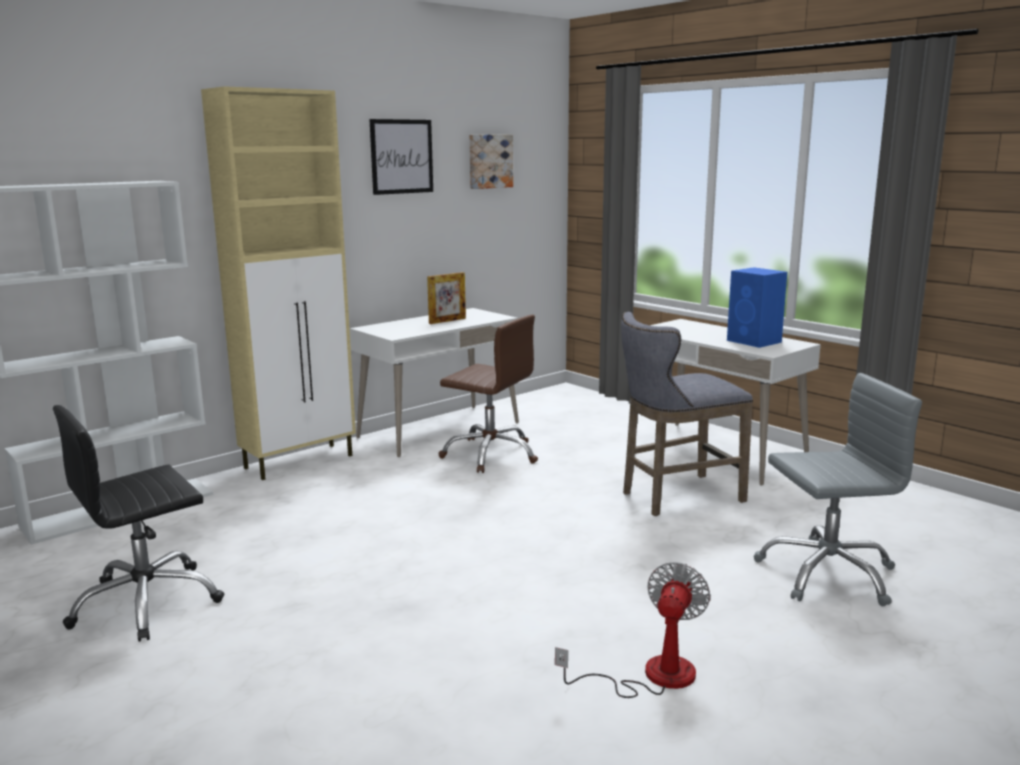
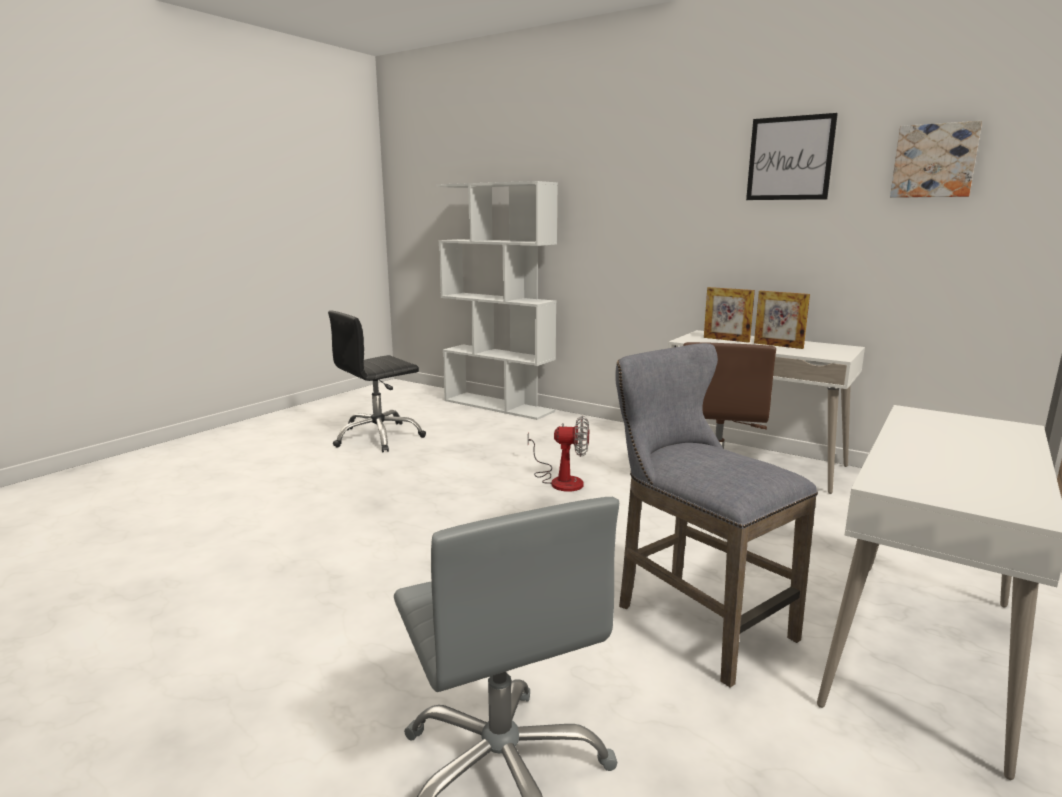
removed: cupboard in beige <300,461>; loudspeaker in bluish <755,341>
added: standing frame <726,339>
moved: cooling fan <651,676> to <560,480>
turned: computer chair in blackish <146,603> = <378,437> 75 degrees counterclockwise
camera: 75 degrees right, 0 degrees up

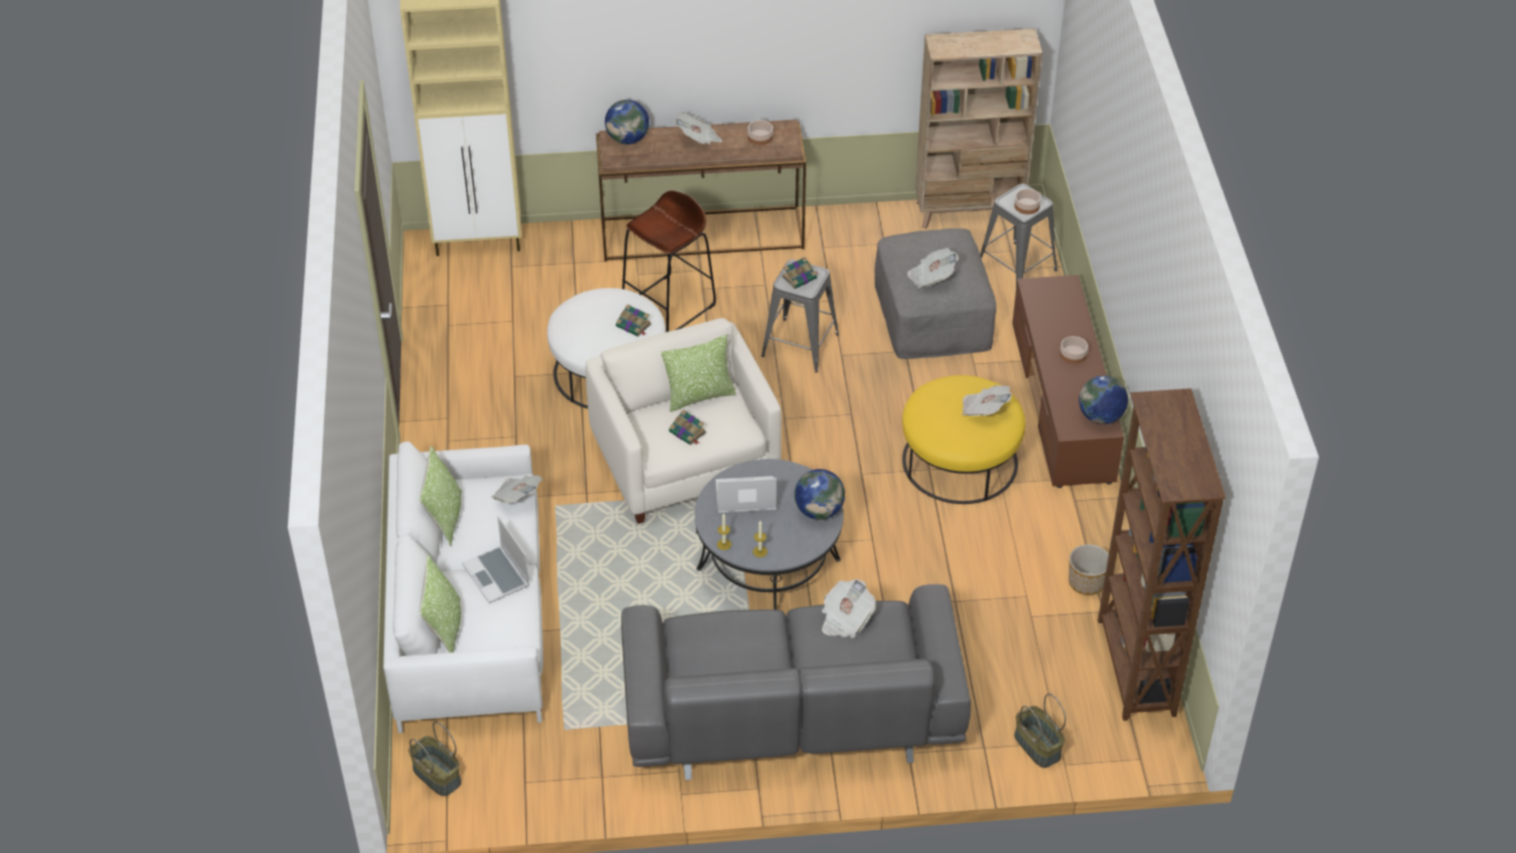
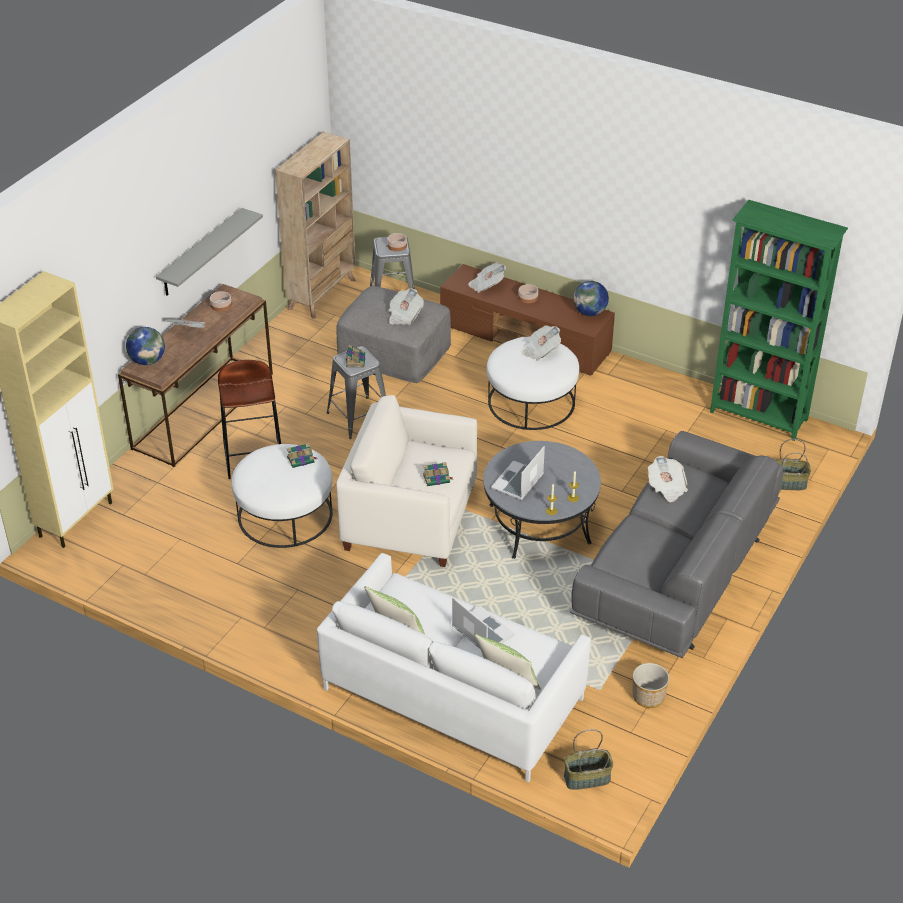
removed: throw pillow <699,396>; world globe <819,511>
added: wall shelf in grey <201,253>
moved: newspaper <517,497> to <486,285>; flower pot <1086,583> to <648,697>
recoloured: ottoman in yellow <960,461> to ottoman in white-coloured <531,401>; bookshelf in brown-coloured <1135,668> to bookshelf in green-coloured <759,417>
turned: notebook computer <497,576> = <481,631> 135 degrees counterclockwise
camera: 55 degrees left, 5 degrees down

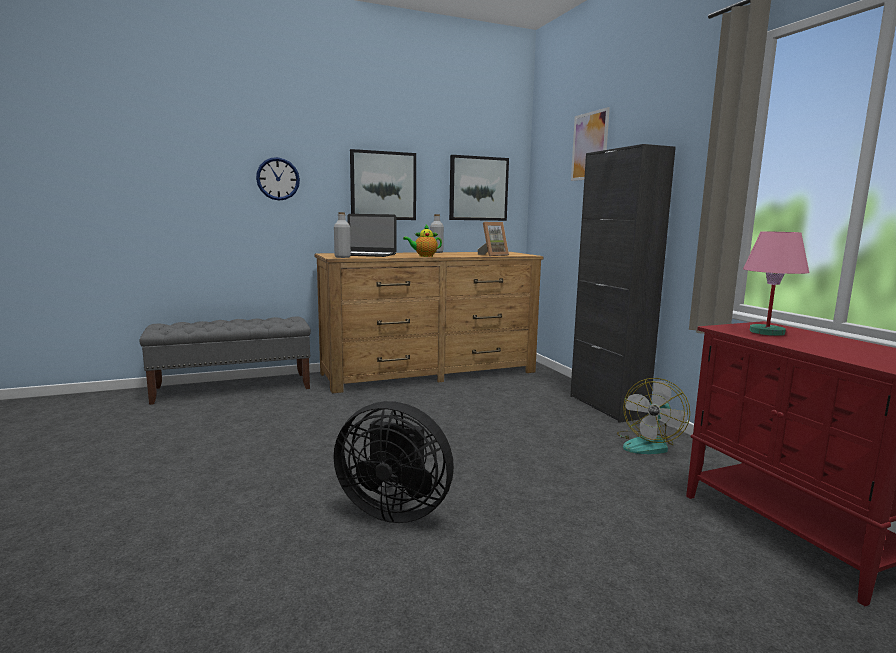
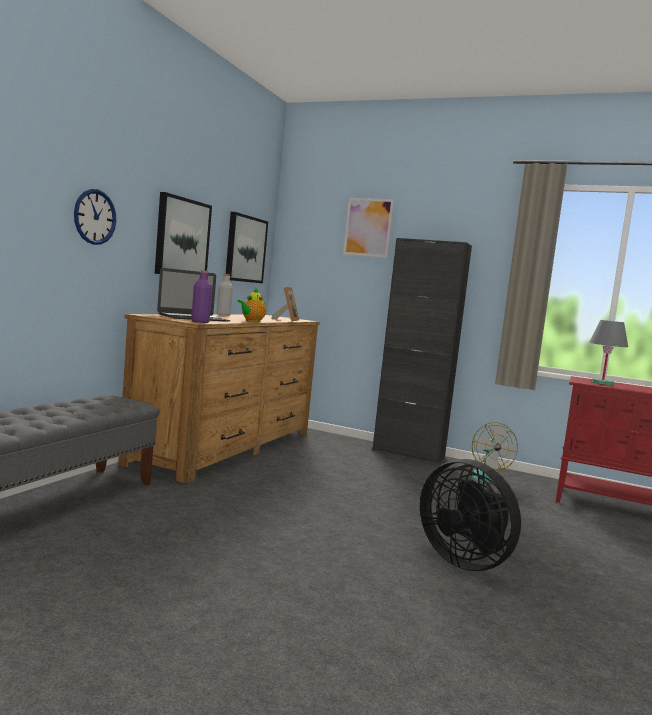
recoloured: bottle in grey <342,257> to bottle in purplish <200,322>; lamp for a table in pink <766,332> to lamp for a table in grey <602,383>
turned: cooling fan in blackish <394,509> = <465,561> 75 degrees clockwise
camera: 45 degrees left, 5 degrees down

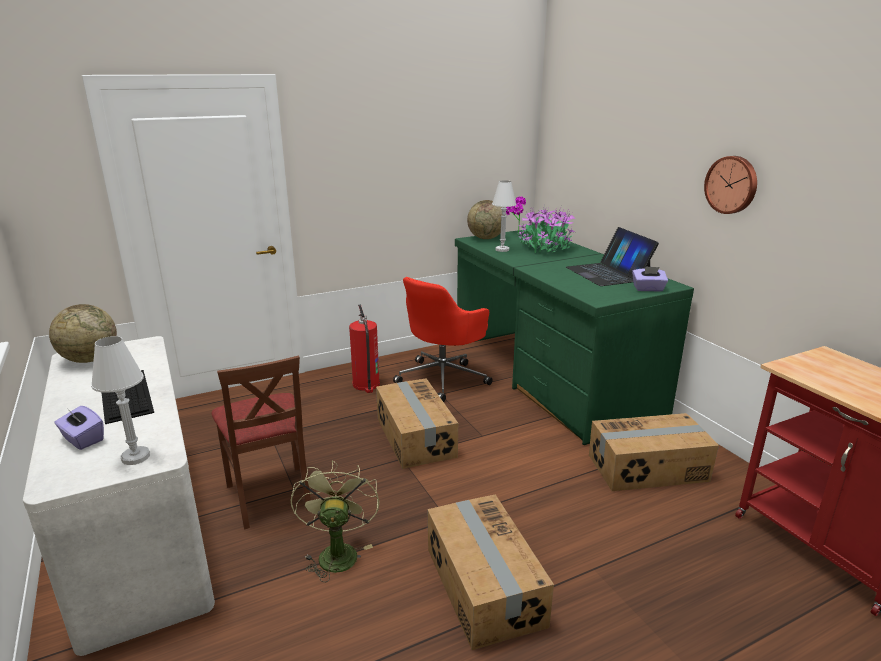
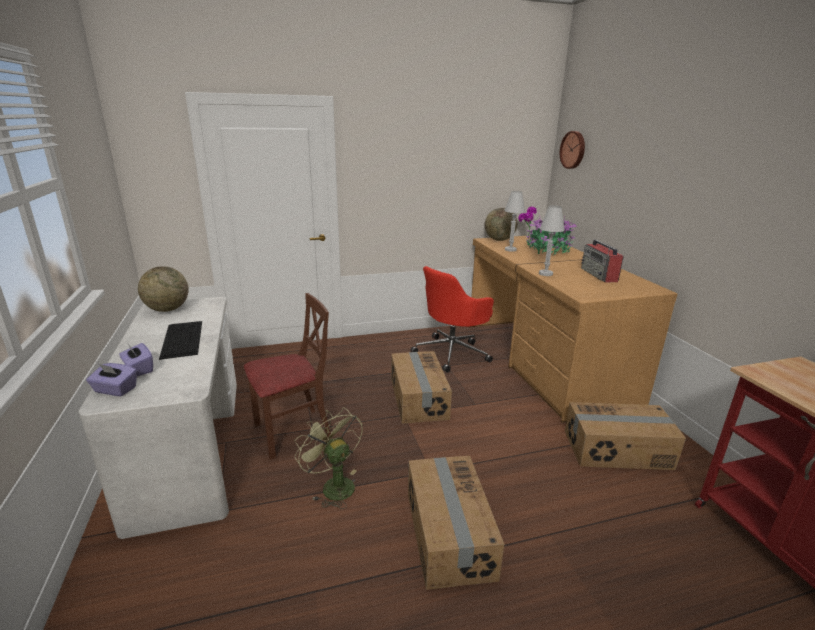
removed: fire extinguisher <366,384>
moved: clock on the wall <732,184> to <573,150>; box of tissues in purplish <648,289> to <115,390>; lamp for a table in white-coloured <135,457> to <545,274>
replaced: notebook computer <608,273> to radio receiver <599,275>
recoloured: desk unit in green-coloured <549,377> to desk unit in brown-coloured <542,361>
turned: upright chair in brown-coloured <270,495> = <292,431> 105 degrees counterclockwise; cooling fan in green-coloured <337,552> = <333,485> 45 degrees counterclockwise
camera: 10 degrees right, 0 degrees up

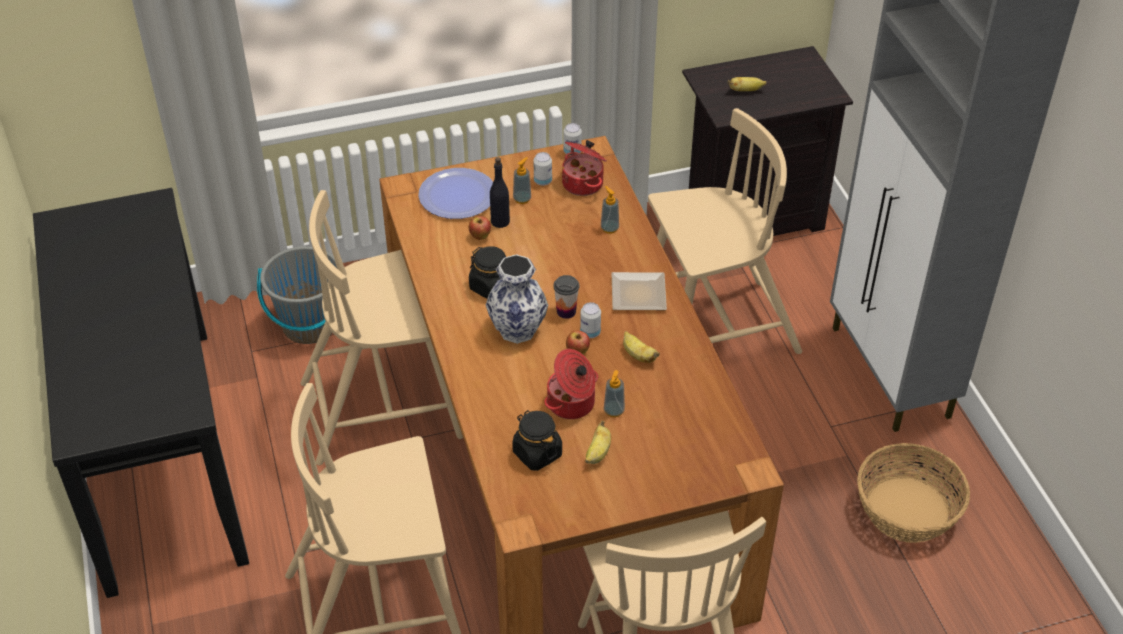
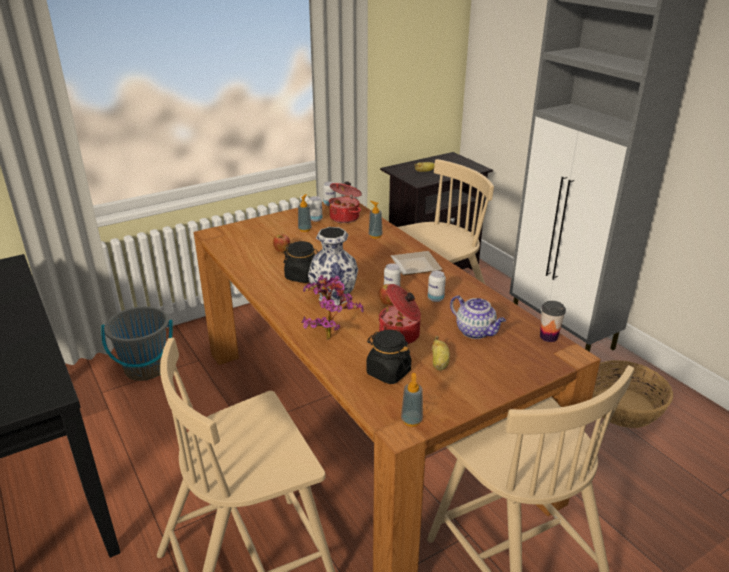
removed: bottle in blackish <500,221>; dinner plate <457,195>; upright chair in beige <384,408>
added: plant in a pot <329,336>; teapot <476,332>
moved: cup <566,311> to <548,337>; liquid soap bottle <614,411> to <411,420>
replaced: whole banana <638,355> to sealed can <435,299>
camera: 15 degrees left, 15 degrees down

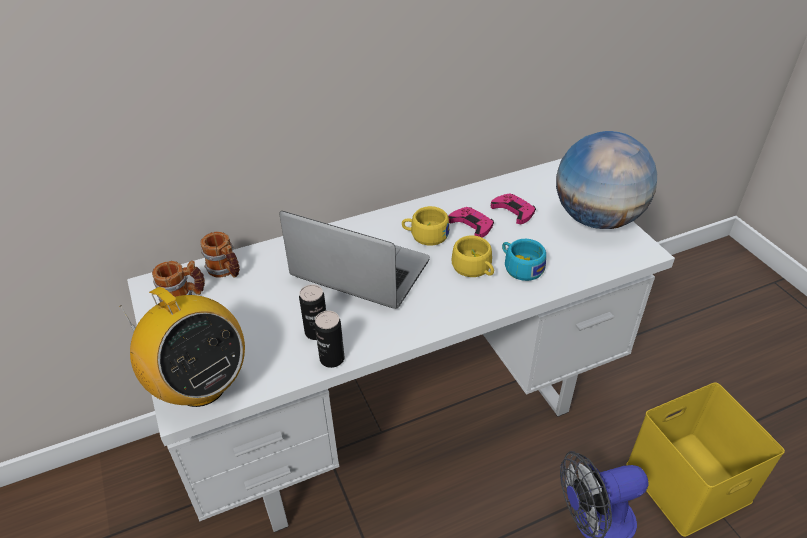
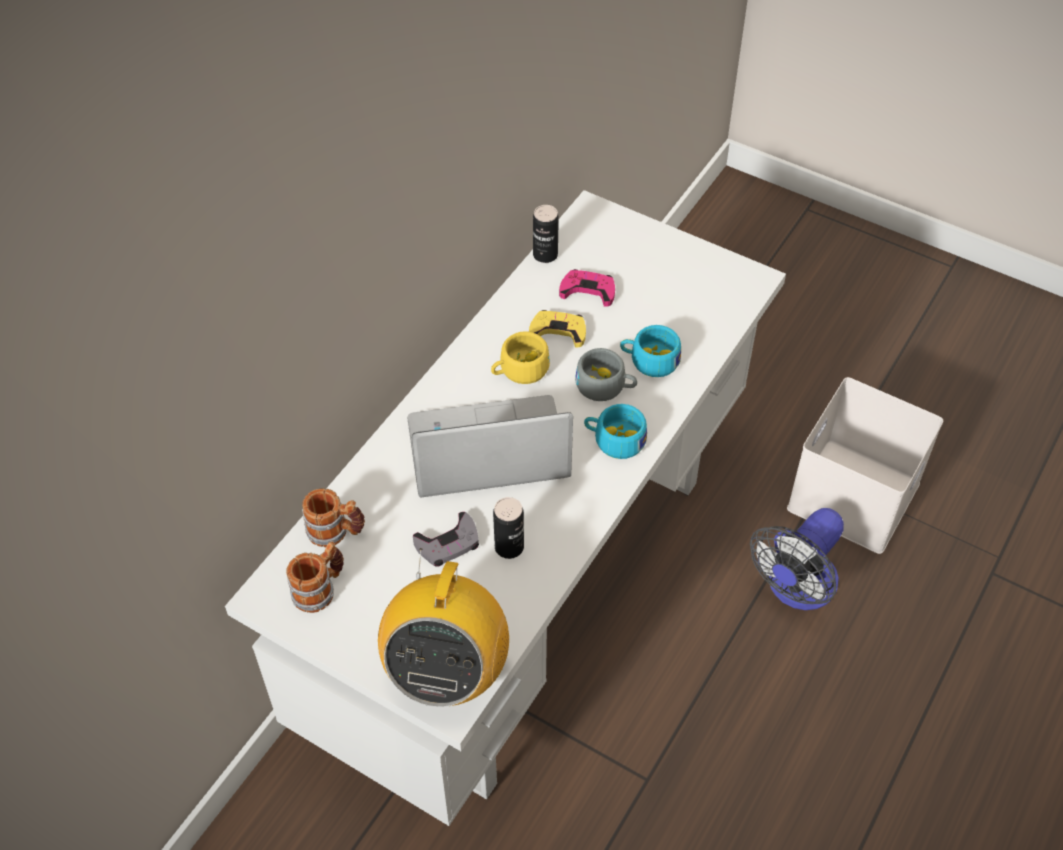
removed: world globe <597,218>
added: cup in turquoise-coloured <614,440>; joypad in grey <448,543>
moved: sealed can <332,359> to <545,255>
recoloured: joypad in pink <471,225> to joypad in yellow <558,331>; cup in yellow <474,268> to cup in grey <606,386>; storage container in yellow <688,480> to storage container in white-coloured <852,493>
turned: radio receiver <200,386> = <447,672> 90 degrees clockwise
camera: 35 degrees left, 10 degrees up

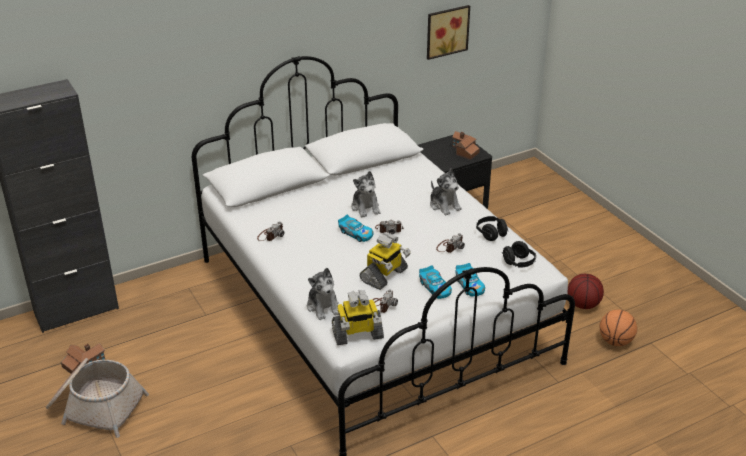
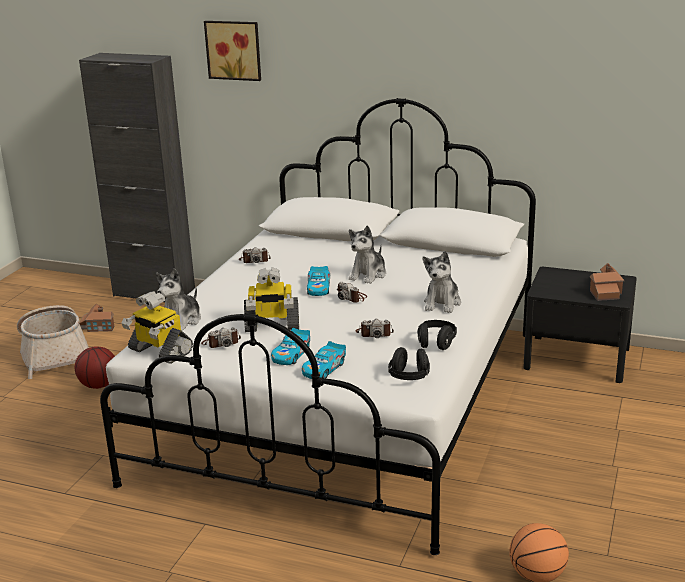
moved: wall picture <446,31> to <234,50>; basketball <583,304> to <99,385>
camera: 50 degrees right, 10 degrees down

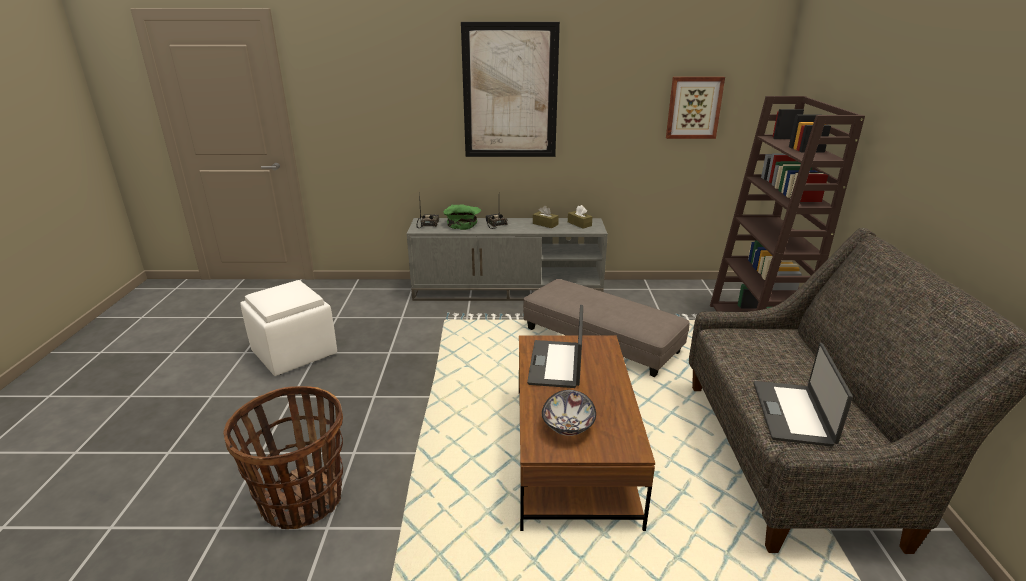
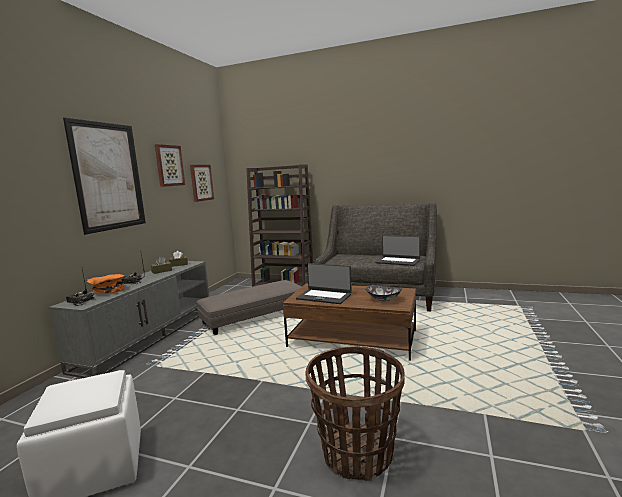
added: wall picture <169,165>
recoloured: deep dish in green-coloured <462,224> to deep dish in orange <109,291>
camera: 70 degrees left, 15 degrees down

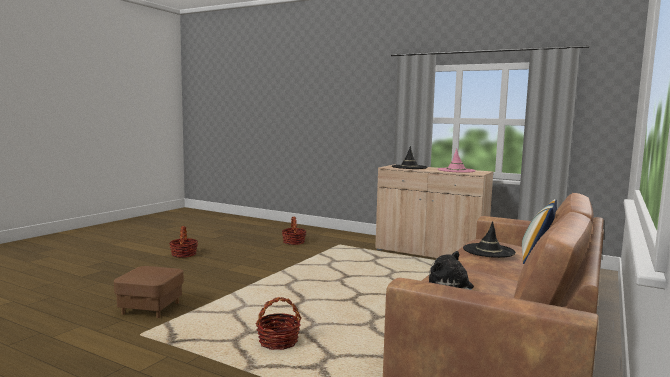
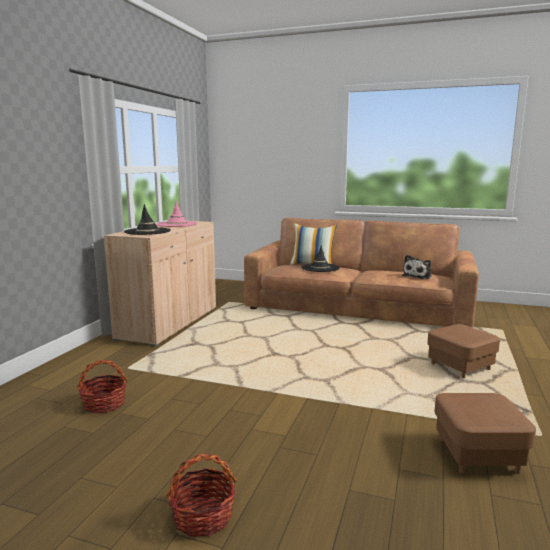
replaced: basket <278,342> to ottoman in brown-coloured <460,367>
camera: 100 degrees left, 5 degrees up

